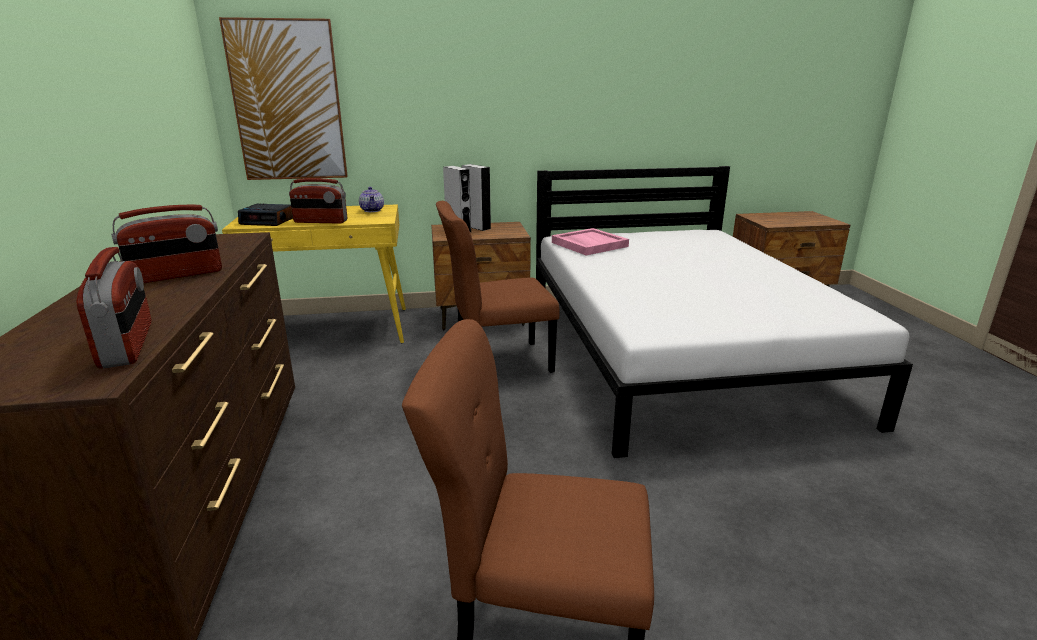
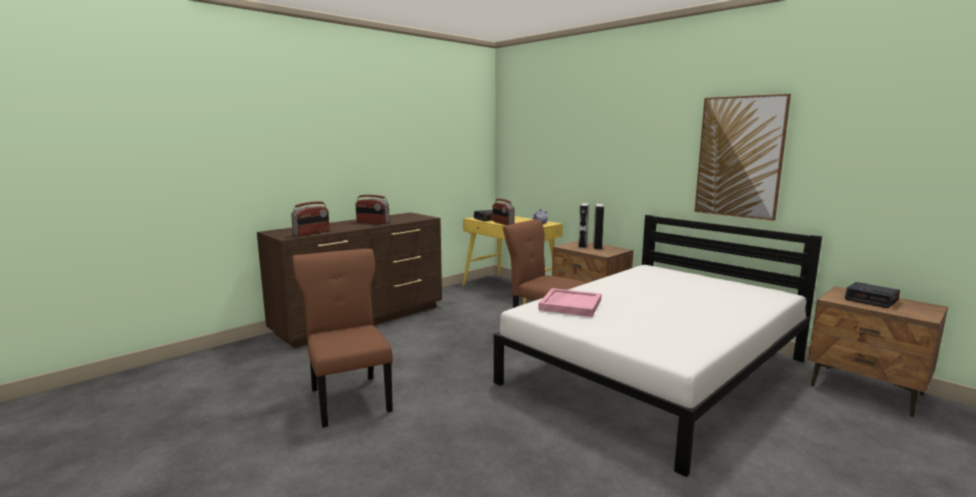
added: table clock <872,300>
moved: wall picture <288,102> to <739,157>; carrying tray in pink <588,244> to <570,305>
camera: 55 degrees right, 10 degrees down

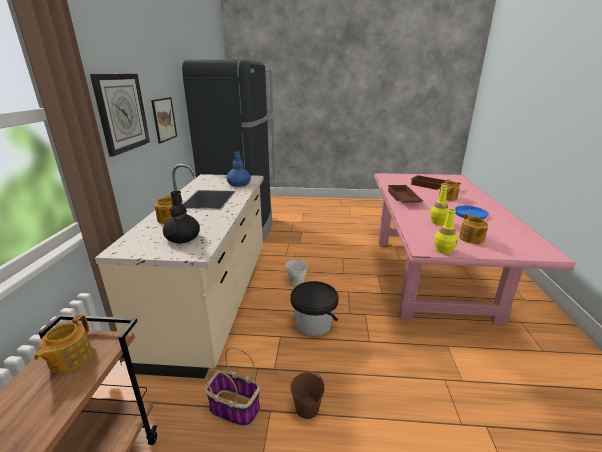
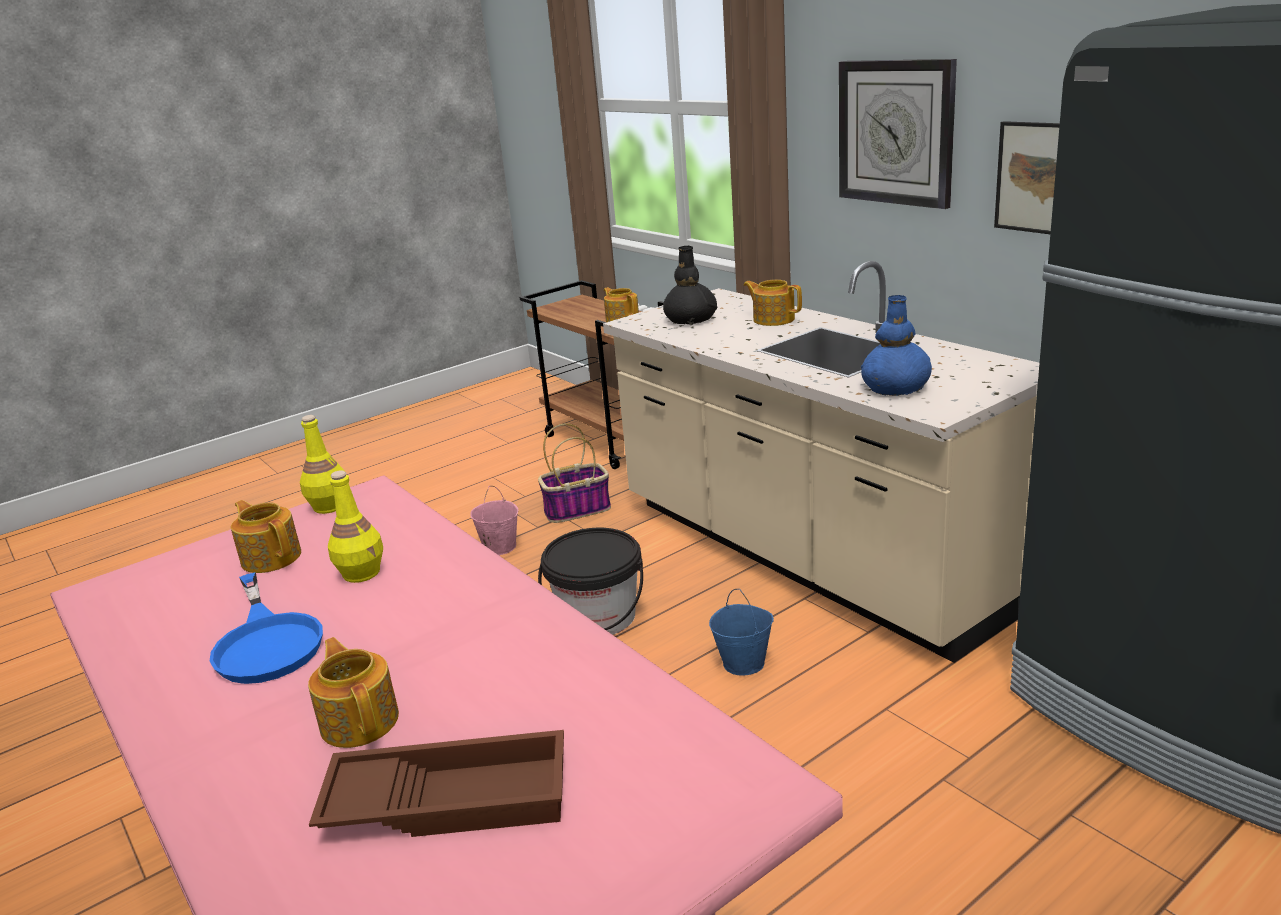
removed: carrying tray in brown-coloured <402,198>
recoloured: water bucket in white-coloured <296,281> to water bucket in bluish <744,663>; water bucket in brown-coloured <307,408> to water bucket in pink <499,547>
camera: 140 degrees right, 0 degrees up

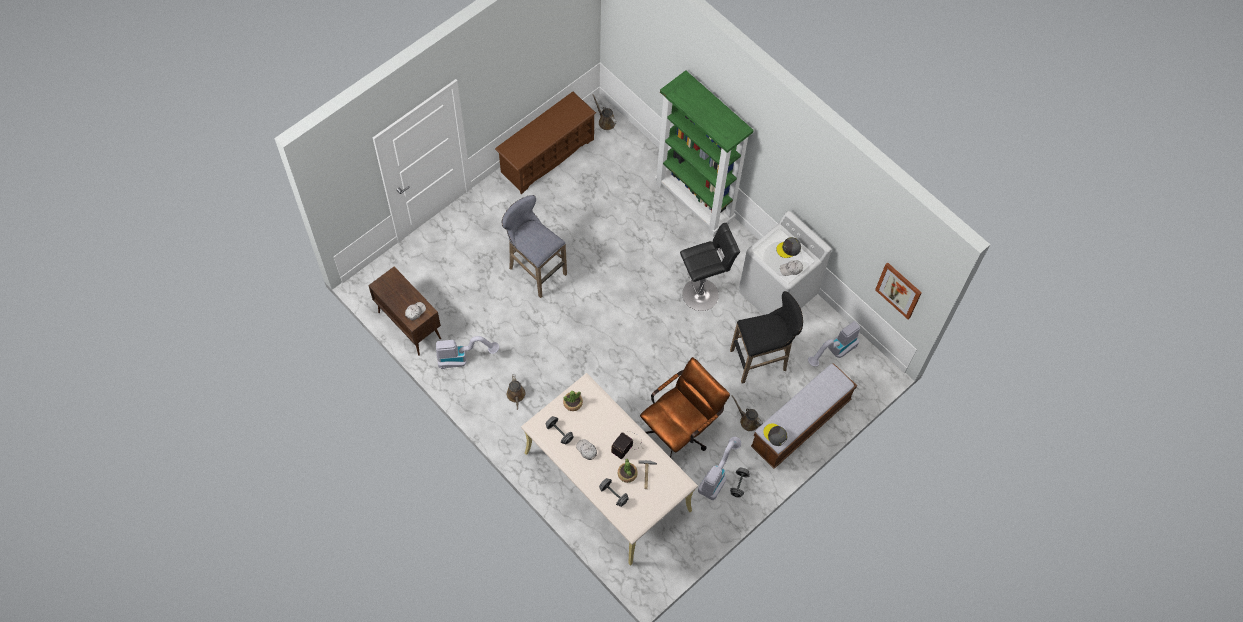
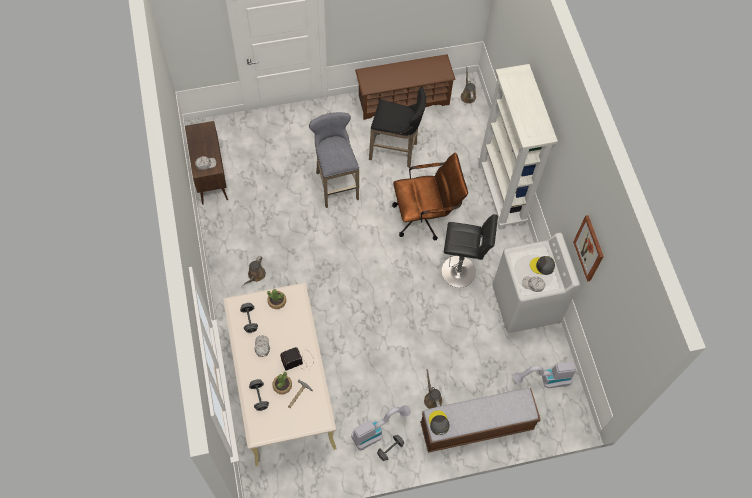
removed: hoover <463,358>
moved: wall picture <899,290> to <589,248>; stool seat in blackish <761,360> to <395,151>; computer chair in brown-coloured <680,430> to <426,216>
recoloured: bookshelf in green-coloured <695,202> to bookshelf in white-coloured <501,194>
camera: 30 degrees right, 0 degrees up

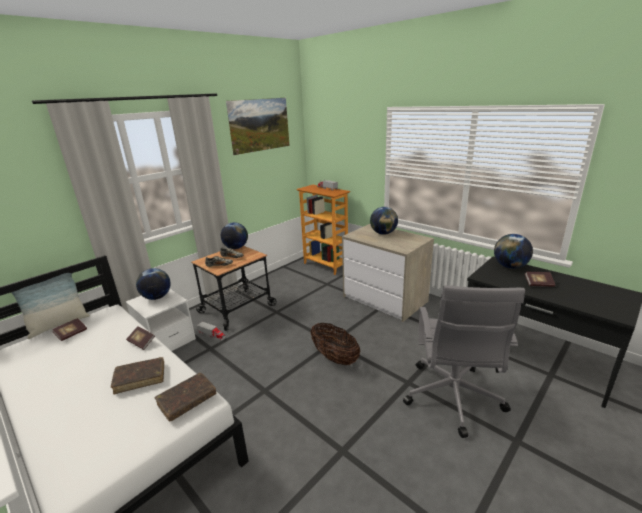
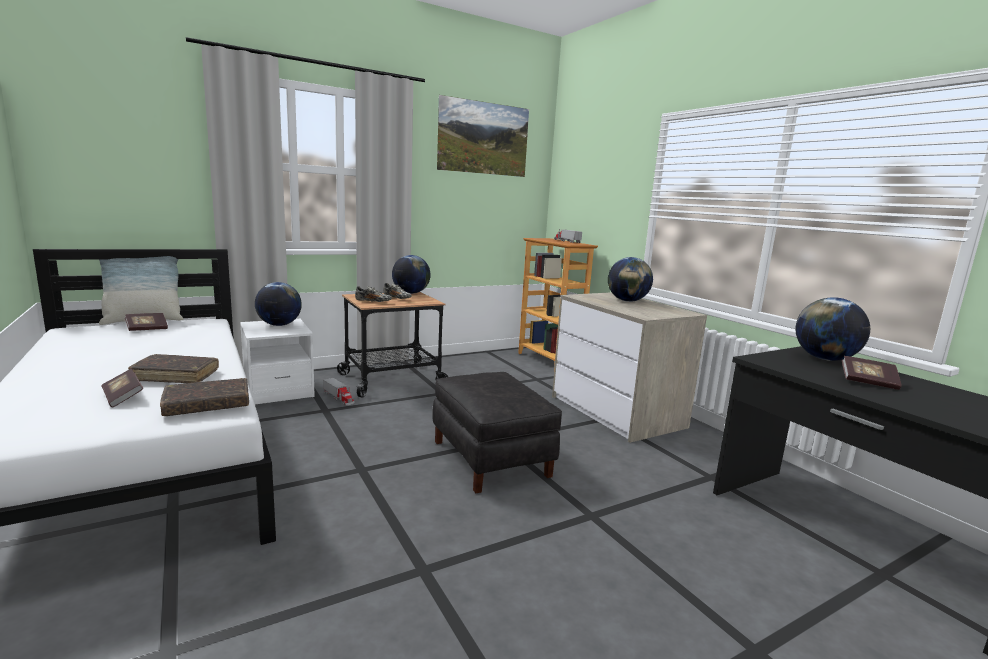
removed: computer chair in grey <452,398>
moved: book <142,342> to <123,397>
replaced: basket <335,357> to ottoman in blackish <491,458>
camera: 15 degrees right, 10 degrees down

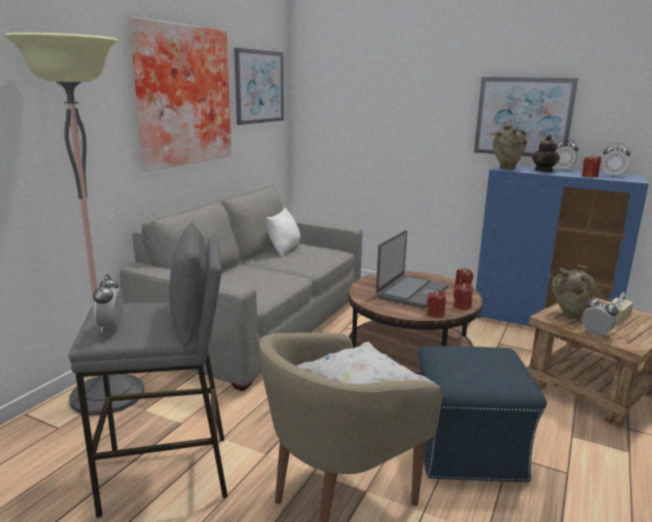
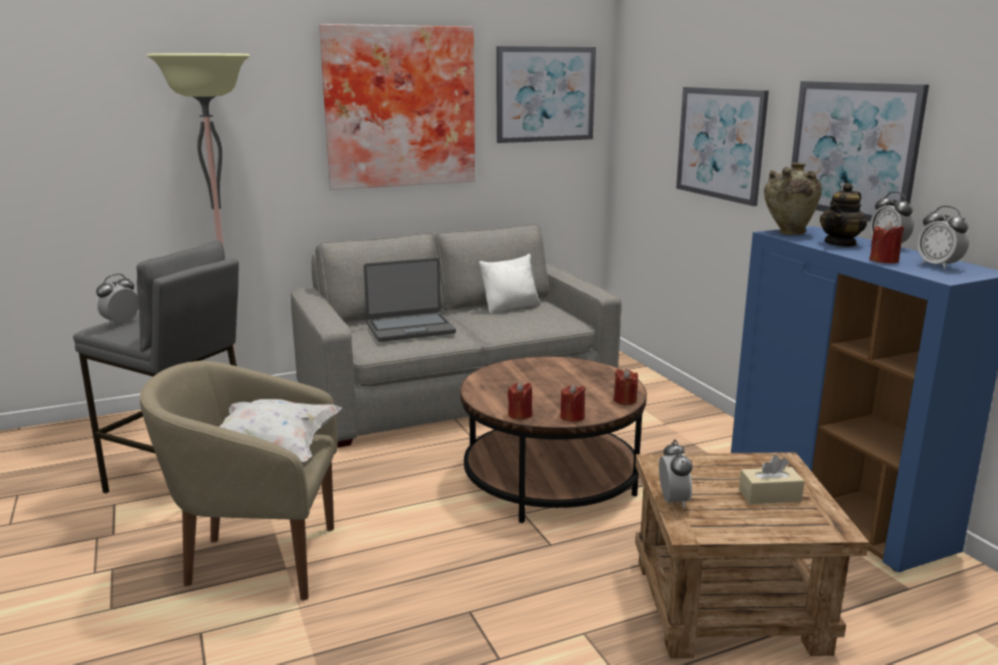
removed: flower vase in beige <568,315>; ottoman in bluish <469,449>
added: wall picture <720,143>
moved: notebook computer <411,292> to <410,328>
camera: 40 degrees right, 0 degrees up

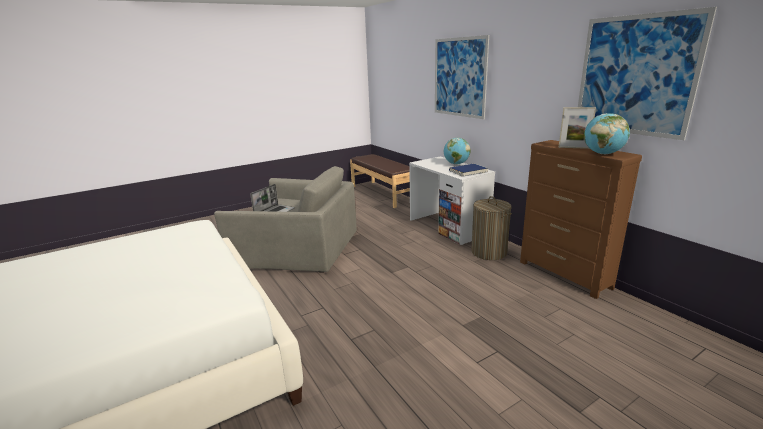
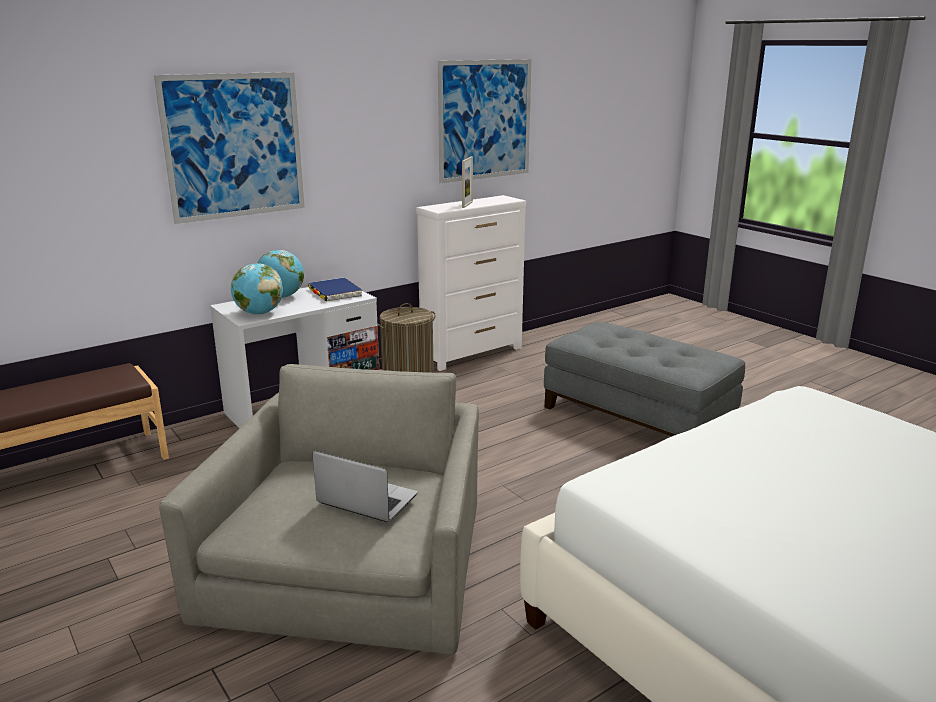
added: ottoman in grey <638,416>
moved: world globe <603,153> to <259,313>
recoloured: dresser in brown-coloured <564,275> to dresser in white-coloured <473,354>
camera: 95 degrees left, 0 degrees up

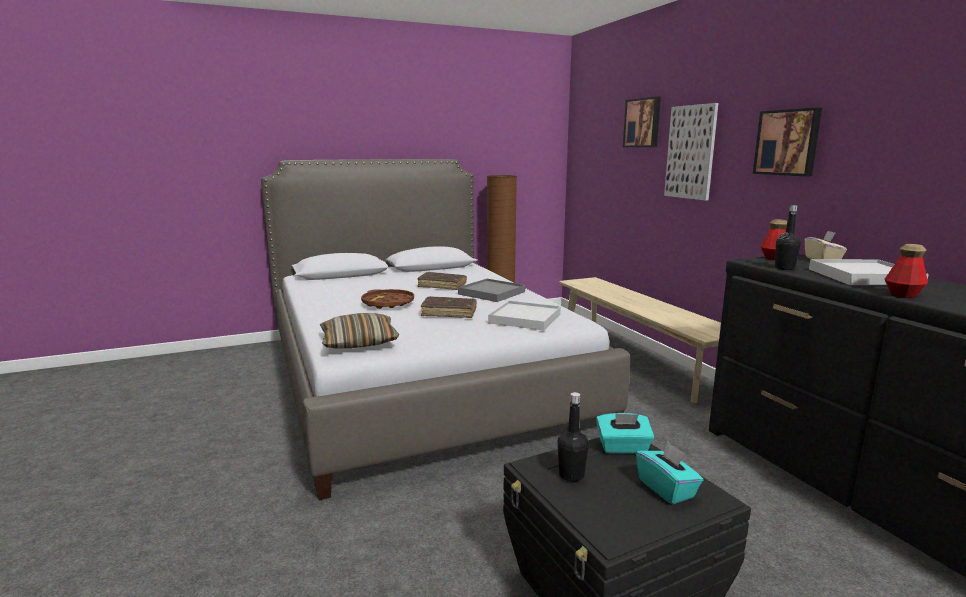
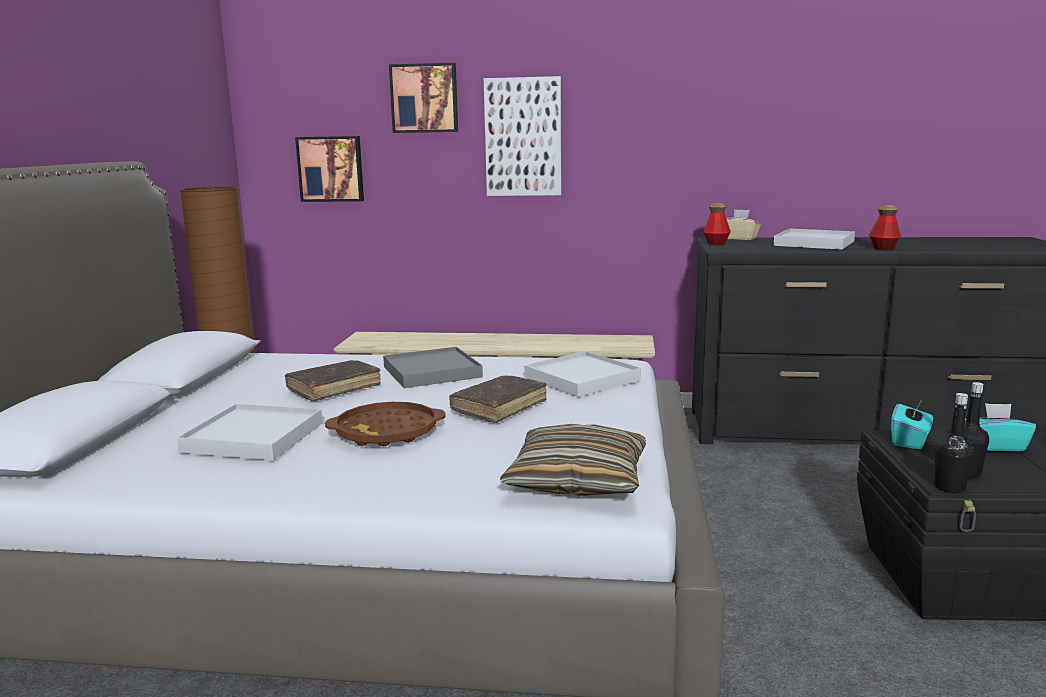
added: carrying tray in white-coloured <253,437>
moved: wall picture <788,142> to <331,169>; bottle in blackish <784,268> to <949,487>
camera: 60 degrees left, 0 degrees up

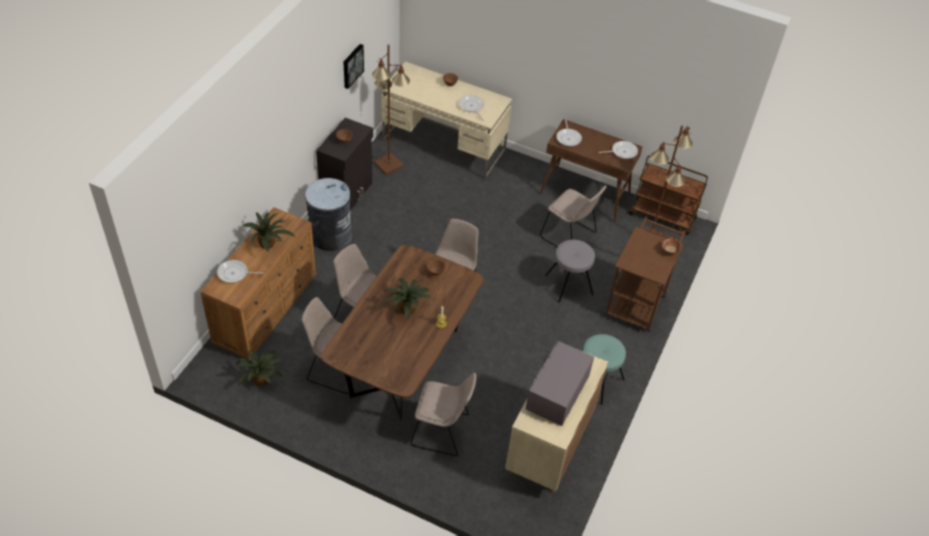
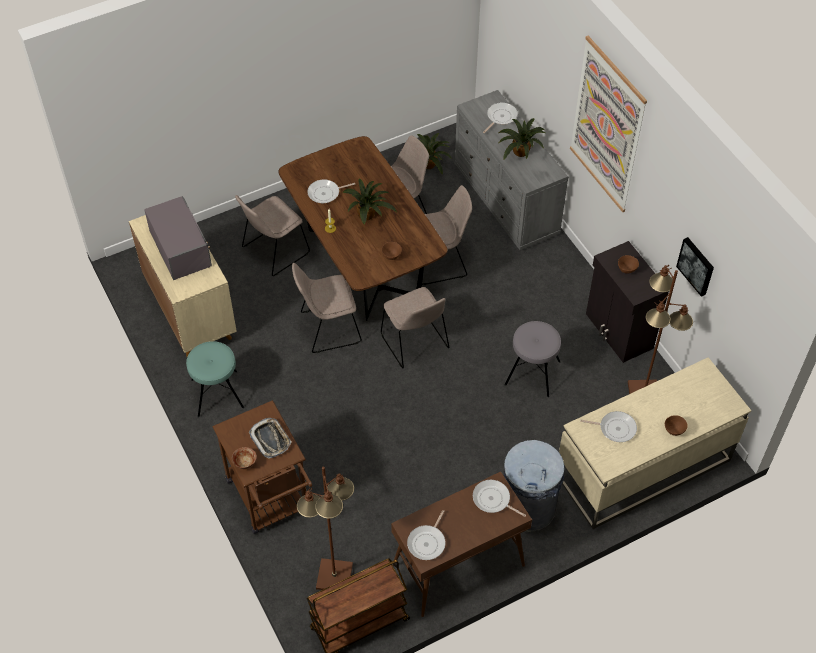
added: wall picture <607,125>; skillet <325,193>; carrying tray <270,439>
moved: rubbish bin in grey <330,236> to <528,507>; upright chair in beige <569,236> to <328,328>; stool seat in grey <569,285> to <532,373>
recoloured: dresser in brown-coloured <266,308> to dresser in grey <506,200>
camera: 130 degrees right, 5 degrees up

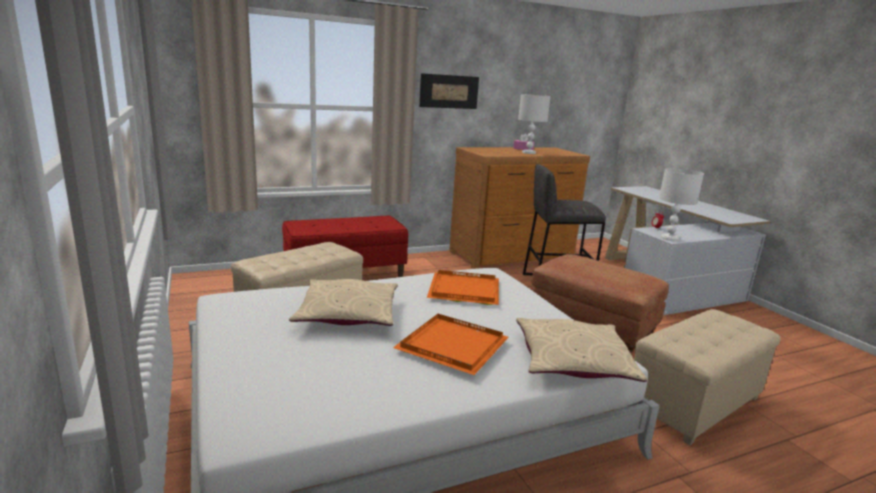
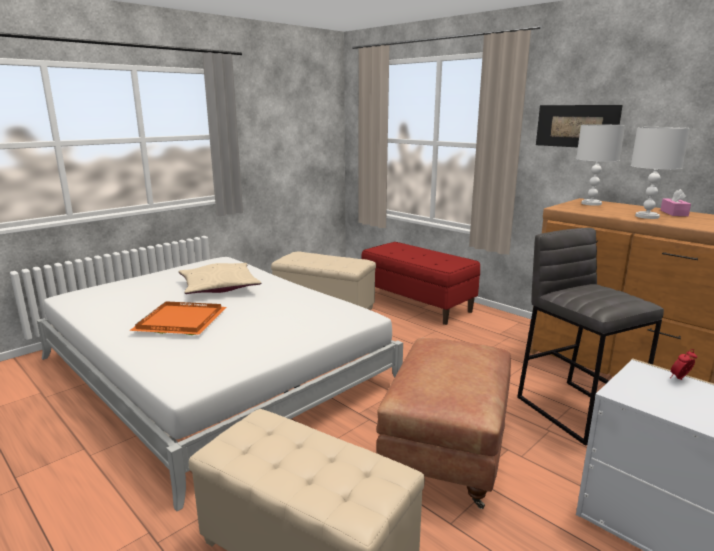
removed: carrying tray in orange <465,291>; throw pillow in beige <573,361>
moved: lamp for a table in white-coloured <670,238> to <591,203>
camera: 70 degrees right, 0 degrees up

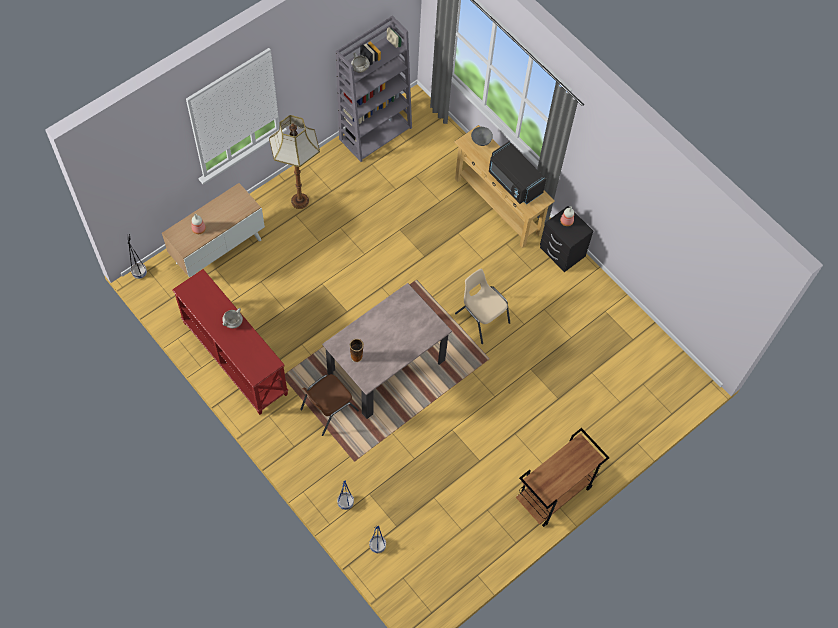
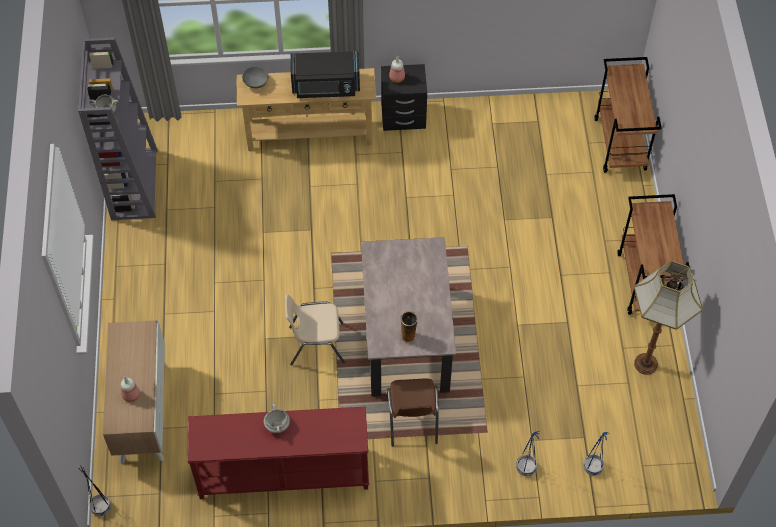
added: wheeled cart in brown-coloured <620,144>
moved: standard lamp <299,201> to <645,365>; upright chair in beige <481,317> to <315,344>
camera: 50 degrees left, 5 degrees down

